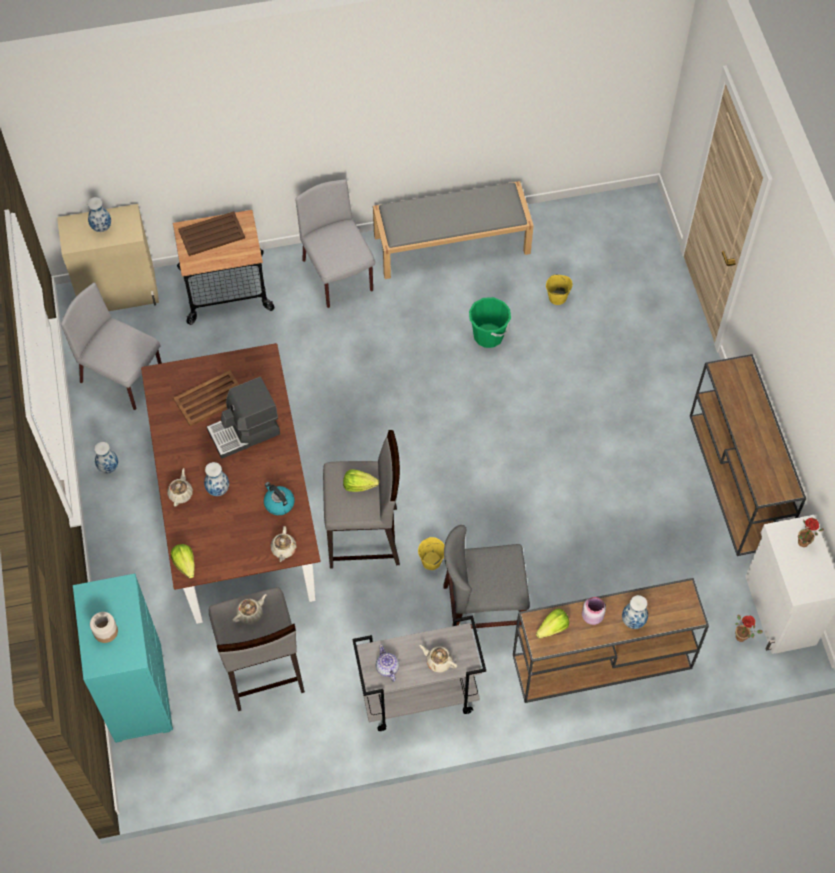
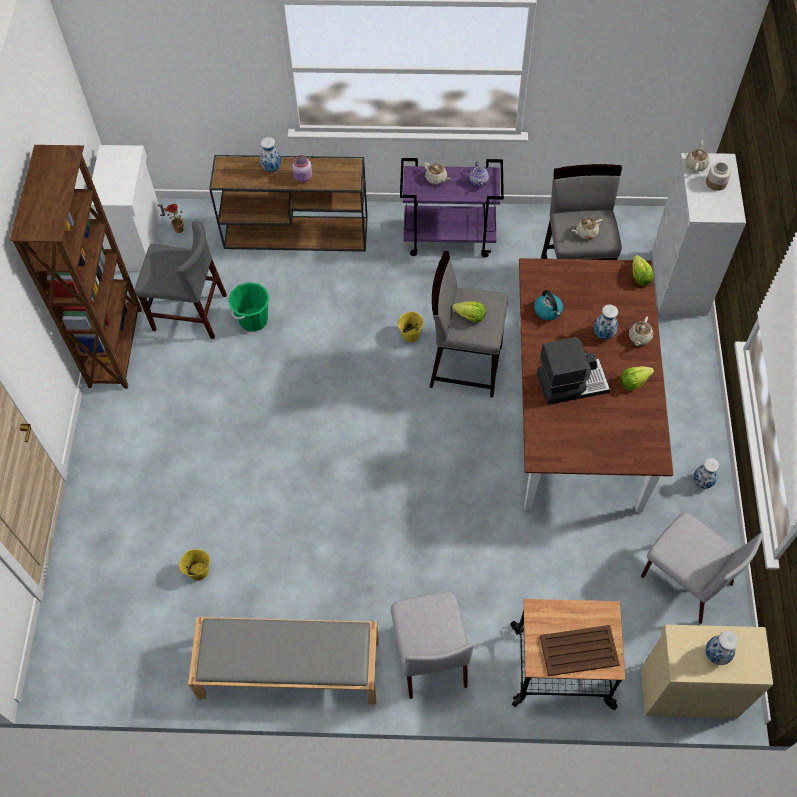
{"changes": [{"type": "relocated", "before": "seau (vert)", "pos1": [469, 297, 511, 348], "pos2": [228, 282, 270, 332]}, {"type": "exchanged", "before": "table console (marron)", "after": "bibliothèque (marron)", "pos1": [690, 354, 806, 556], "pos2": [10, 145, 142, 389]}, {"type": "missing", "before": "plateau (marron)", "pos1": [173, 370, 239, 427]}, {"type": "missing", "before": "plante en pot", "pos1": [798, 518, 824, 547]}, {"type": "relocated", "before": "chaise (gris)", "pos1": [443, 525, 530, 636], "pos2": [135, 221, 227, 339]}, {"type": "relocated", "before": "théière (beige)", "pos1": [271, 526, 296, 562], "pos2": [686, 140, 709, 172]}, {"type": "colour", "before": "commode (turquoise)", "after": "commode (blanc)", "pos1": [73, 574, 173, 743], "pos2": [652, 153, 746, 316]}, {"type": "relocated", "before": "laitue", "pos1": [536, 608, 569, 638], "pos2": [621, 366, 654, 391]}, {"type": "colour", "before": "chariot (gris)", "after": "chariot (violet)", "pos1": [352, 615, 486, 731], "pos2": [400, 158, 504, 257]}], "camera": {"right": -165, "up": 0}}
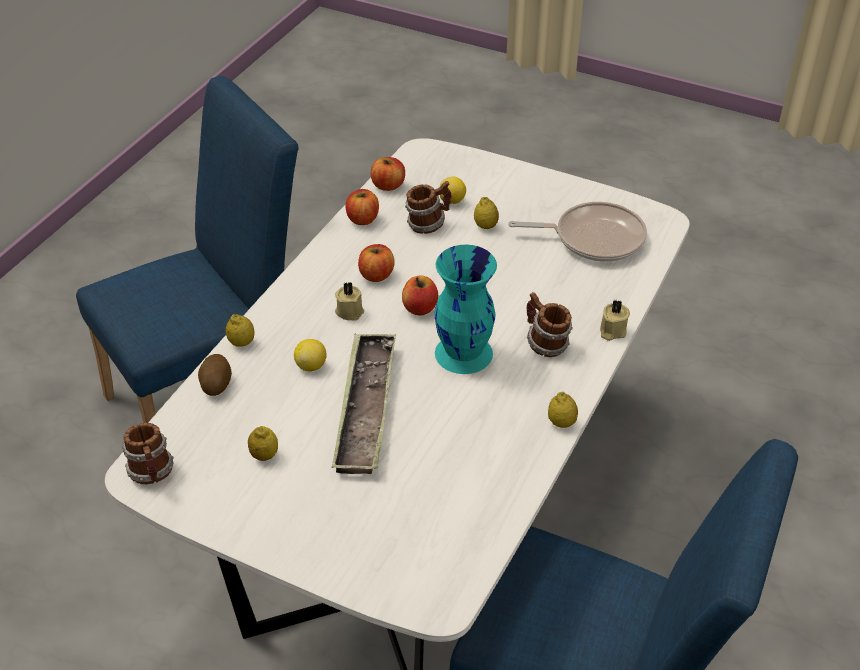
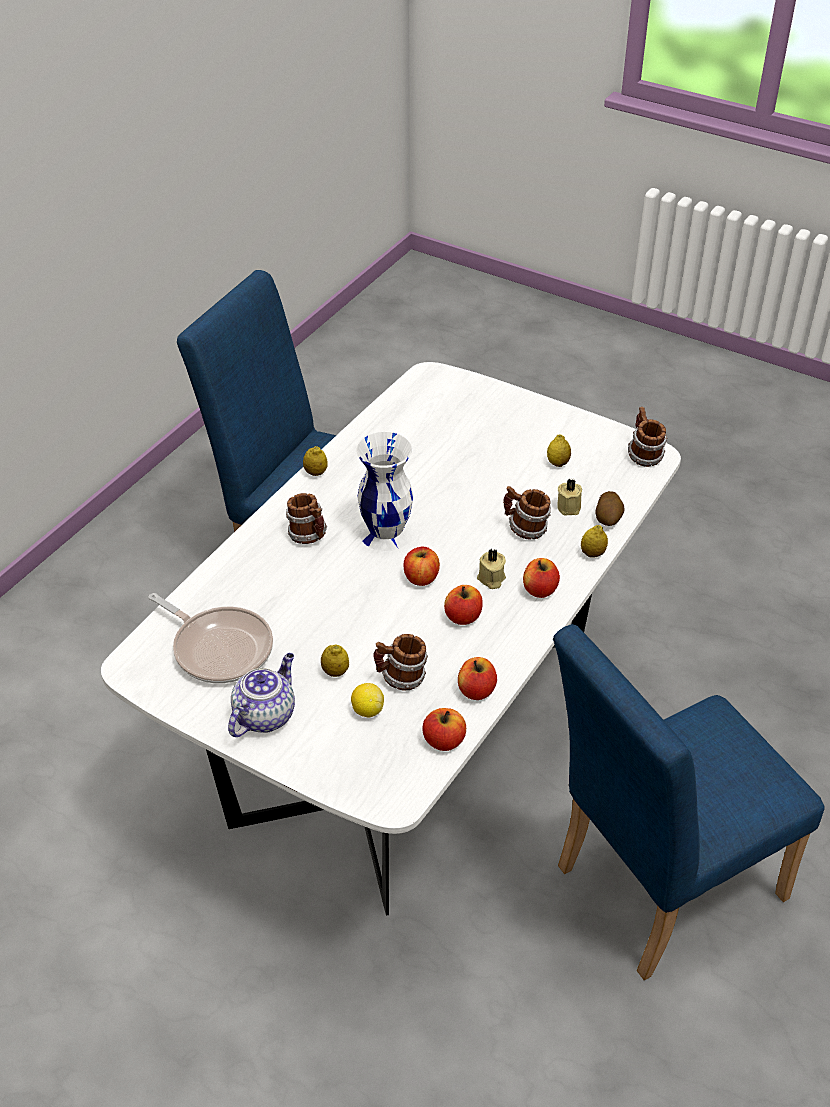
{"changes": [{"type": "spun", "before": "poêle", "pos1": [508, 202, 647, 262], "pos2": [148, 593, 273, 683], "turn": -150}, {"type": "colour", "before": "vase (turquoise)", "after": "vase (blanc)", "pos1": [434, 245, 497, 374], "pos2": [356, 432, 413, 551]}, {"type": "relocated", "before": "bougie (beige)", "pos1": [600, 300, 630, 341], "pos2": [557, 479, 582, 516]}, {"type": "missing", "before": "plateau", "pos1": [332, 333, 396, 474]}, {"type": "exchanged", "before": "citron", "after": "mug", "pos1": [294, 339, 327, 372], "pos2": [503, 486, 551, 540]}, {"type": "appeared", "after": "pomme", "pos2": [523, 558, 560, 598]}, {"type": "appeared", "after": "théière", "pos2": [228, 653, 295, 737]}], "camera": {"right": -175, "up": 0}}
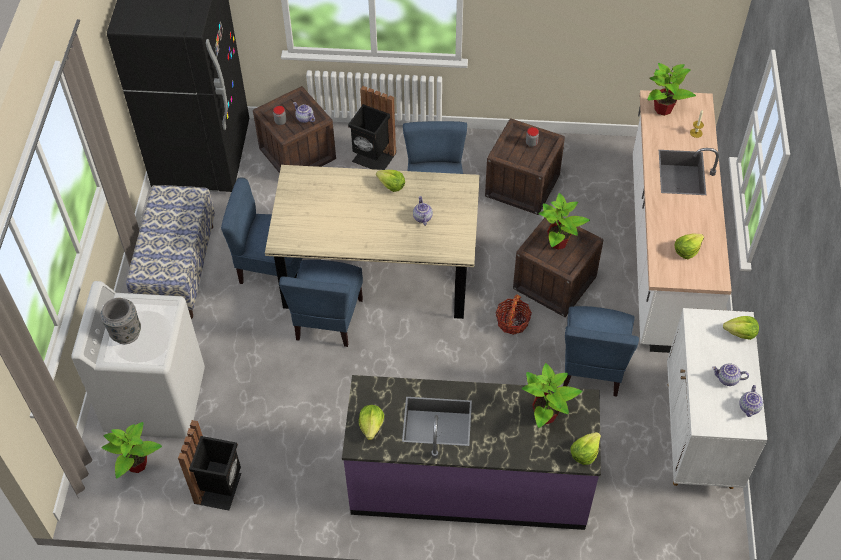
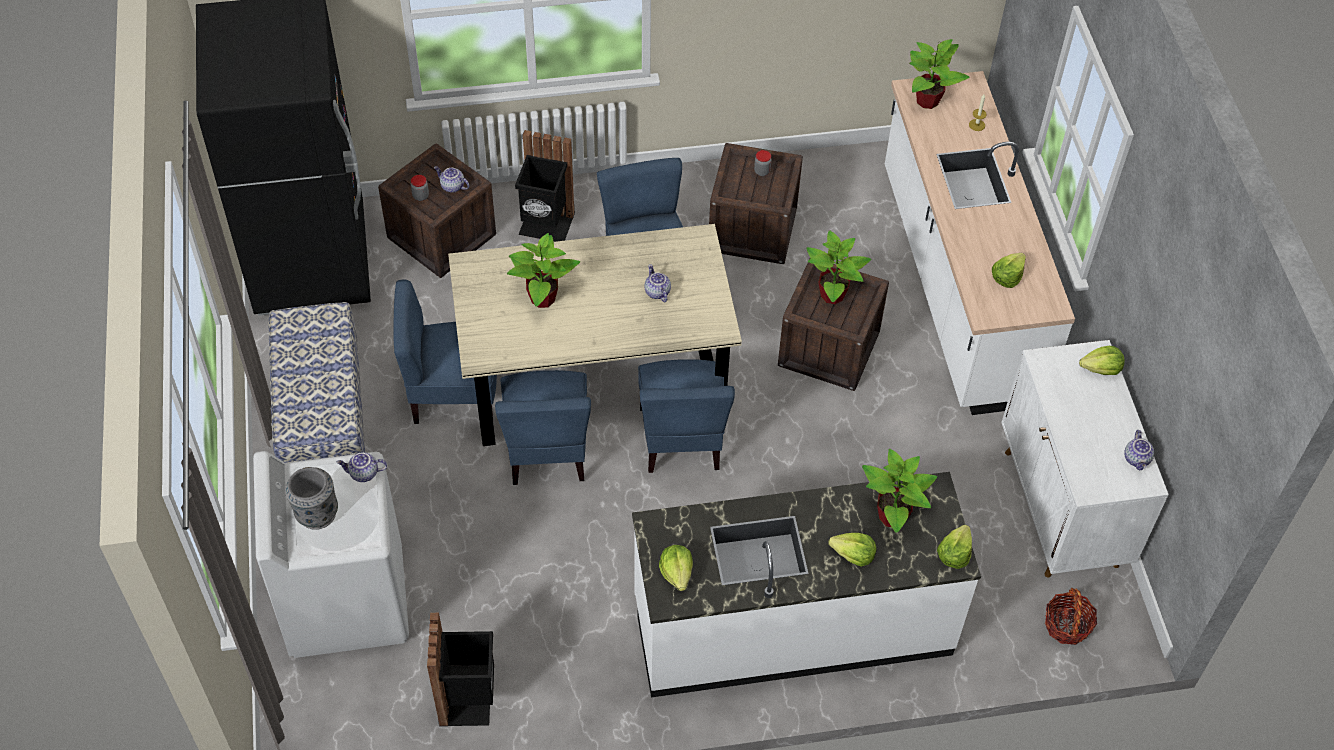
{"changes": [{"type": "relocated", "before": "laitue", "pos1": [376, 170, 405, 192], "pos2": [828, 533, 877, 567]}, {"type": "relocated", "before": "panier", "pos1": [495, 294, 532, 335], "pos2": [1045, 588, 1097, 645]}, {"type": "relocated", "before": "chaise (bleu)", "pos1": [563, 306, 639, 397], "pos2": [638, 359, 735, 473]}, {"type": "relocated", "before": "théière", "pos1": [712, 363, 749, 386], "pos2": [336, 452, 387, 482]}, {"type": "colour", "before": "comptoir de cuisine (violet)", "after": "comptoir de cuisine (blanc)", "pos1": [342, 375, 601, 530], "pos2": [632, 472, 981, 697]}, {"type": "relocated", "before": "plante en pot", "pos1": [101, 422, 162, 478], "pos2": [507, 233, 580, 308]}], "camera": {"right": -15, "up": 0}}
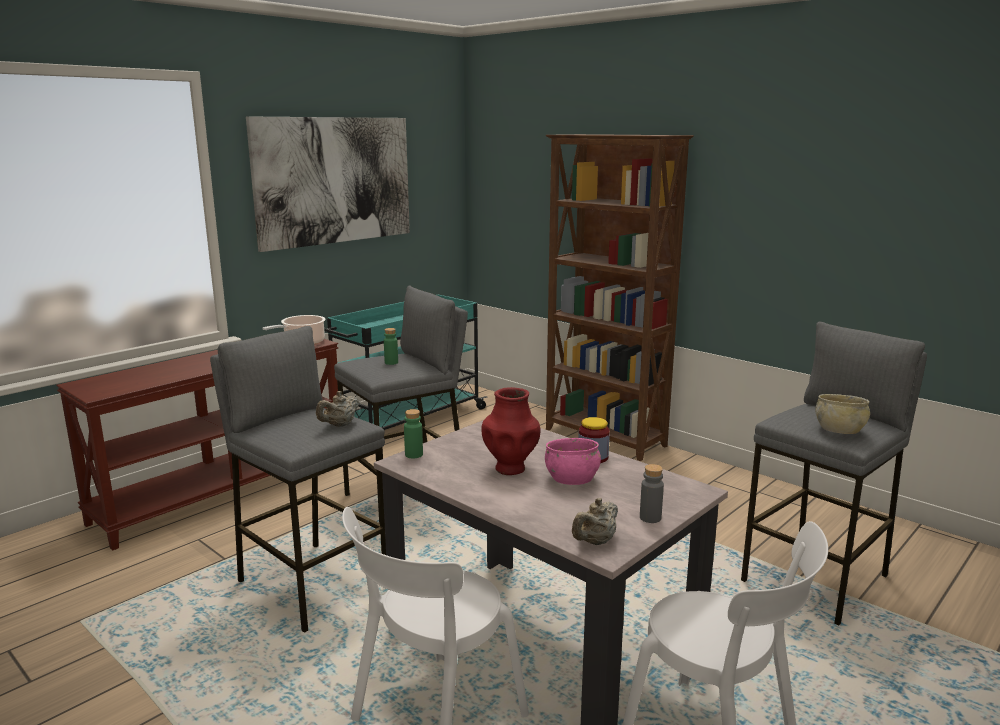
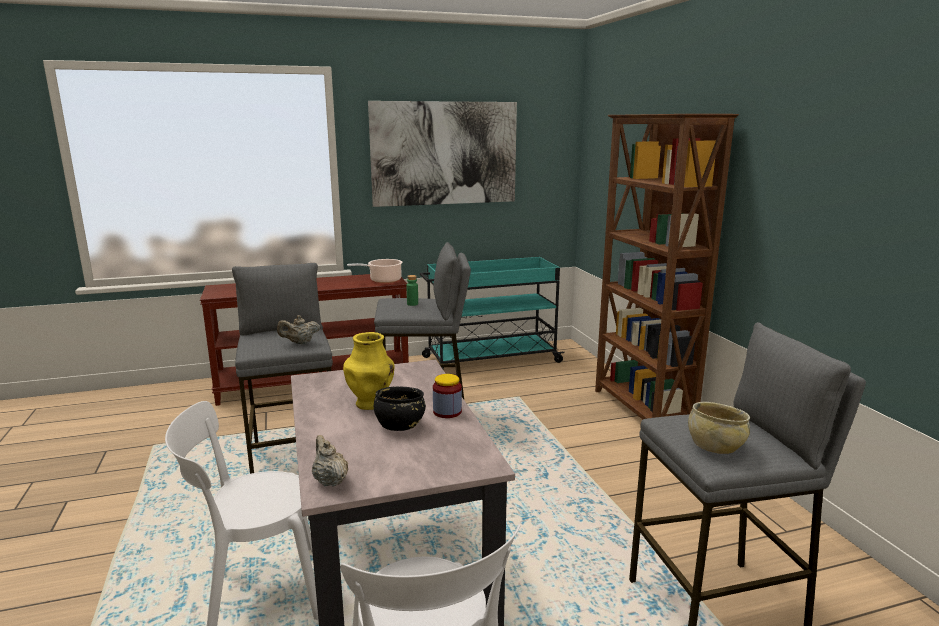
{"changes": [{"type": "colour", "before": "vase (rouge)", "after": "vase (jaune)", "pos1": [482, 387, 541, 475], "pos2": [343, 332, 394, 410]}, {"type": "missing", "before": "bouteille (vert)", "pos1": [404, 409, 423, 458]}, {"type": "colour", "before": "bol (rose)", "after": "bol (noir)", "pos1": [545, 438, 601, 485], "pos2": [374, 387, 426, 431]}, {"type": "missing", "before": "bouteille (gris)", "pos1": [640, 464, 664, 523]}, {"type": "spun", "before": "théière (beige)", "pos1": [572, 498, 618, 545], "pos2": [312, 435, 348, 487], "turn": 75}], "camera": {"right": 30, "up": 0}}
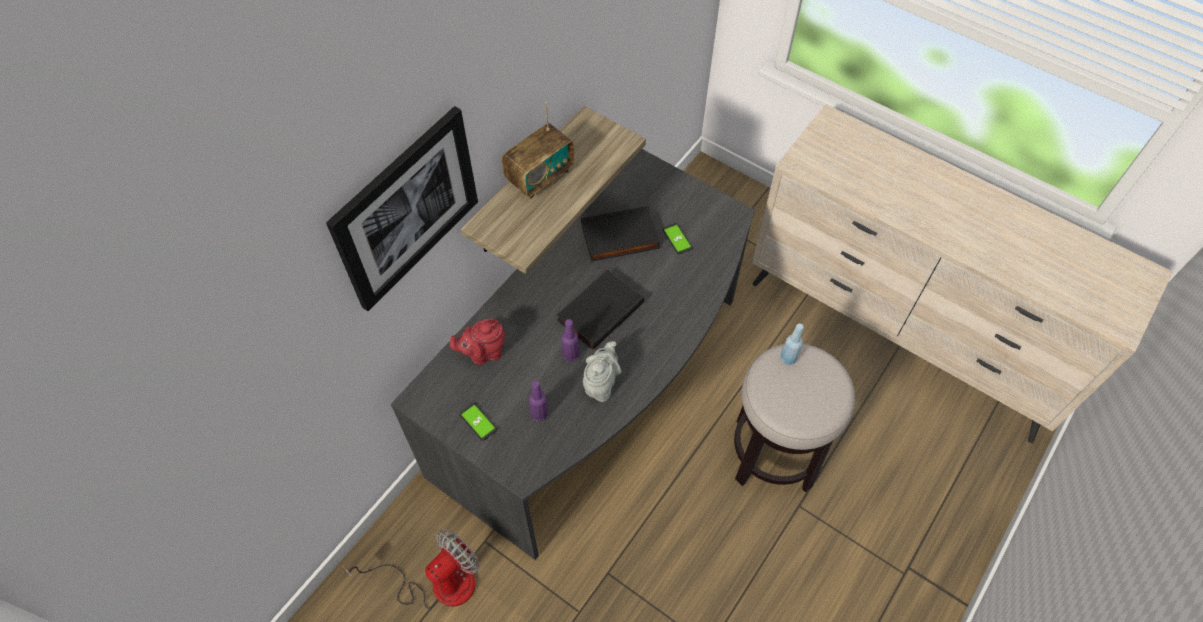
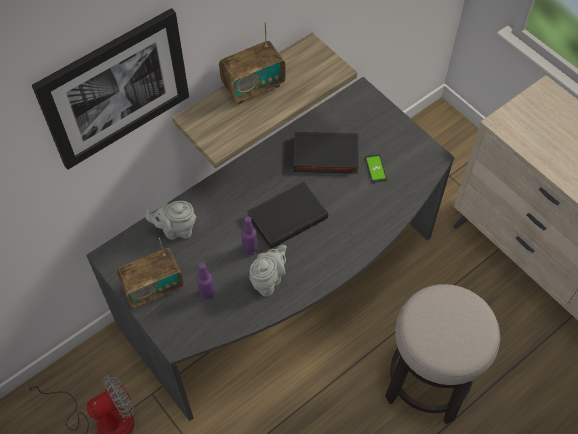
{"changes": [{"type": "colour", "before": "théière (rouge)", "after": "théière (gris)", "pos1": [449, 319, 505, 365], "pos2": [145, 201, 196, 240]}, {"type": "missing", "before": "bouteille (bleu)", "pos1": [780, 324, 804, 365]}, {"type": "exchanged", "before": "téléphone", "after": "radio", "pos1": [459, 403, 497, 441], "pos2": [117, 238, 184, 308]}], "camera": {"right": 15, "up": 0}}
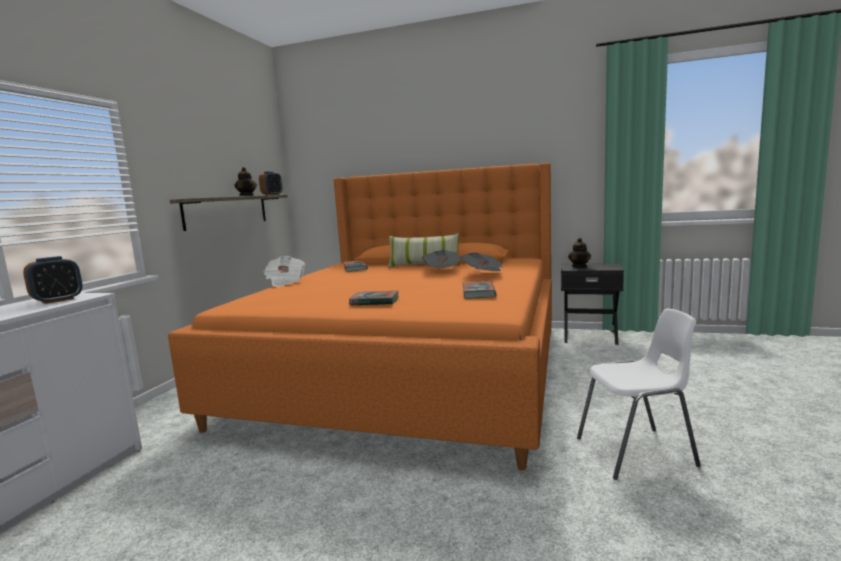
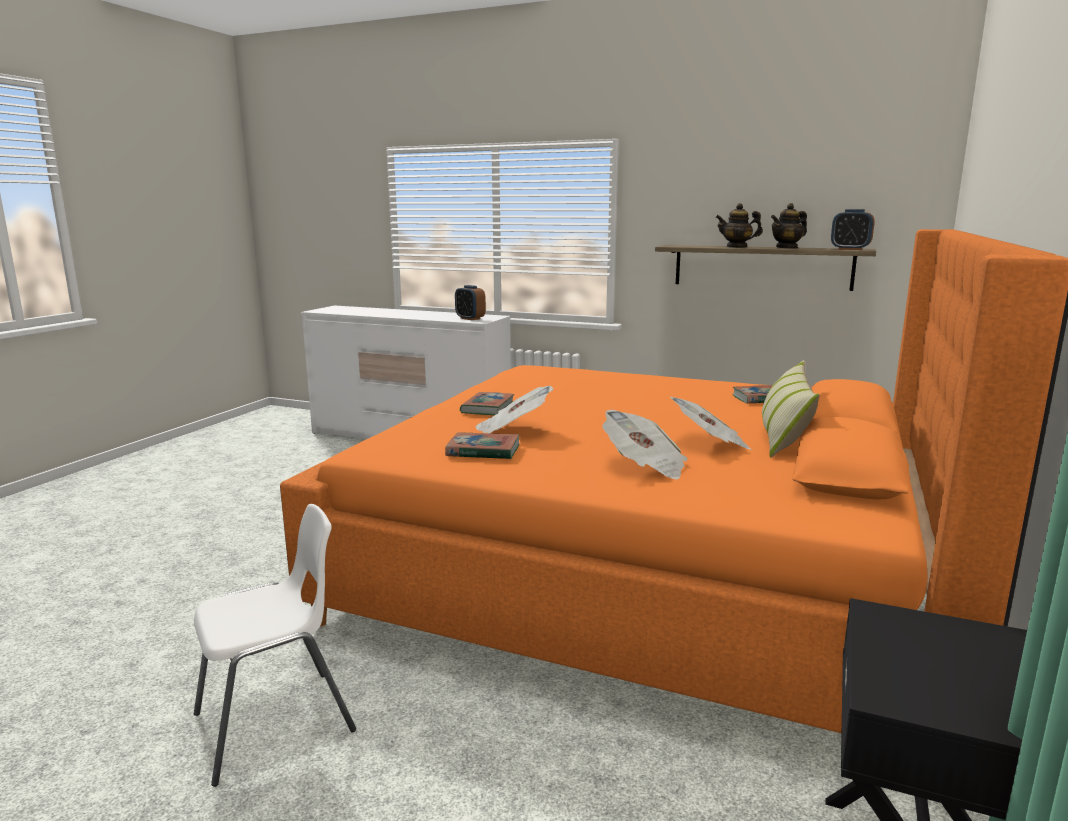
{"changes": [{"type": "relocated", "before": "théière", "pos1": [568, 238, 591, 268], "pos2": [715, 203, 763, 248]}, {"type": "relocated", "before": "journal", "pos1": [263, 256, 306, 287], "pos2": [475, 386, 553, 434]}, {"type": "spun", "before": "chaise (blanc)", "pos1": [577, 309, 701, 480], "pos2": [194, 504, 356, 787], "turn": -120}], "camera": {"right": 95, "up": 5}}
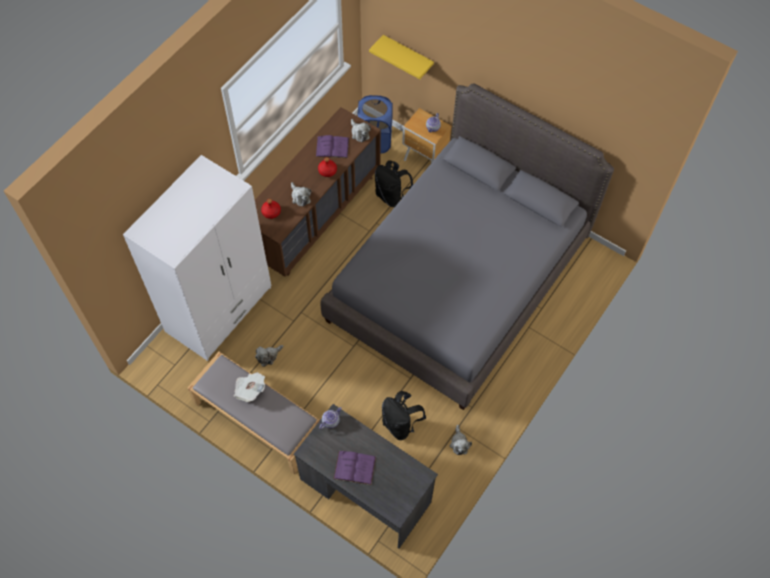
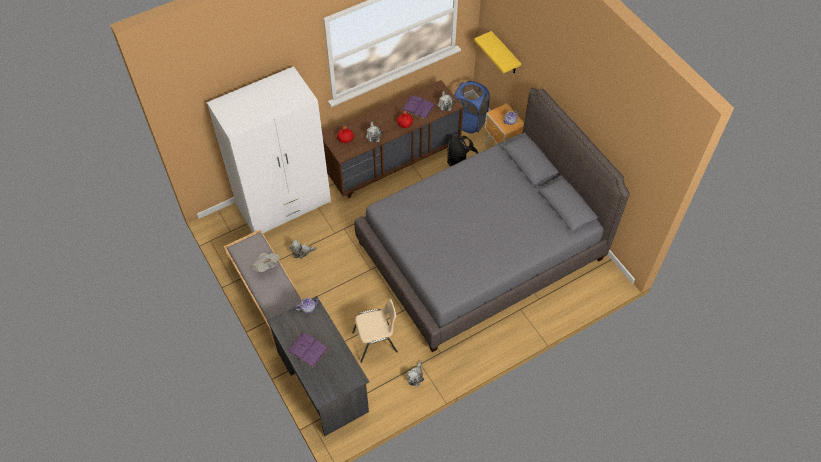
{"changes": [{"type": "exchanged", "before": "sac à dos (noir)", "after": "chaise (beige)", "pos1": [382, 391, 426, 440], "pos2": [352, 299, 398, 363]}], "camera": {"right": 25, "up": -5}}
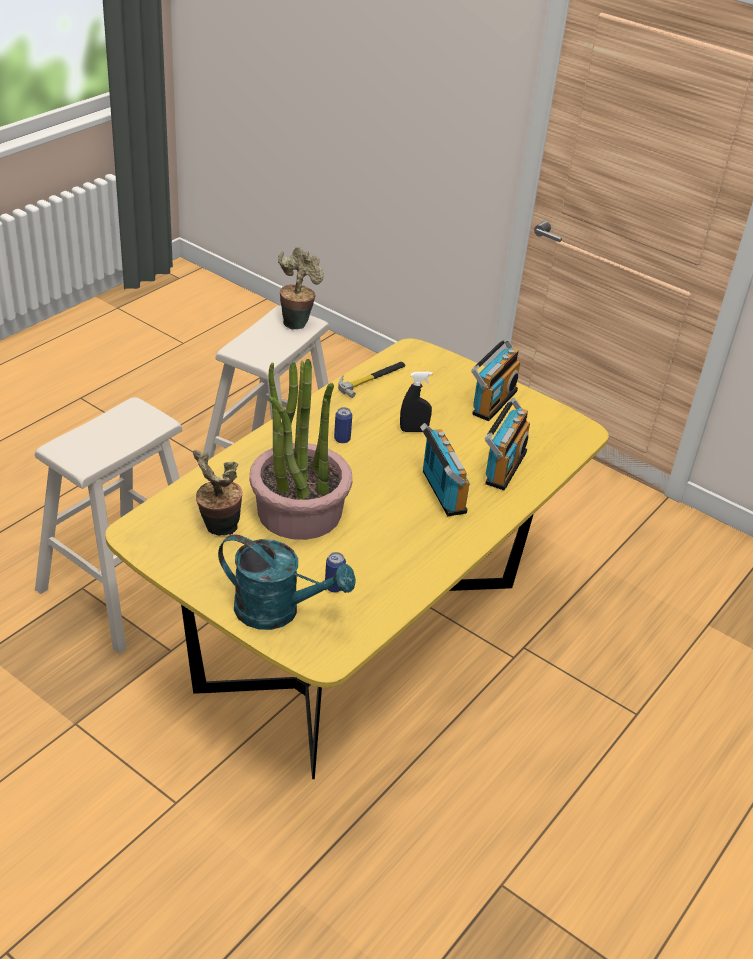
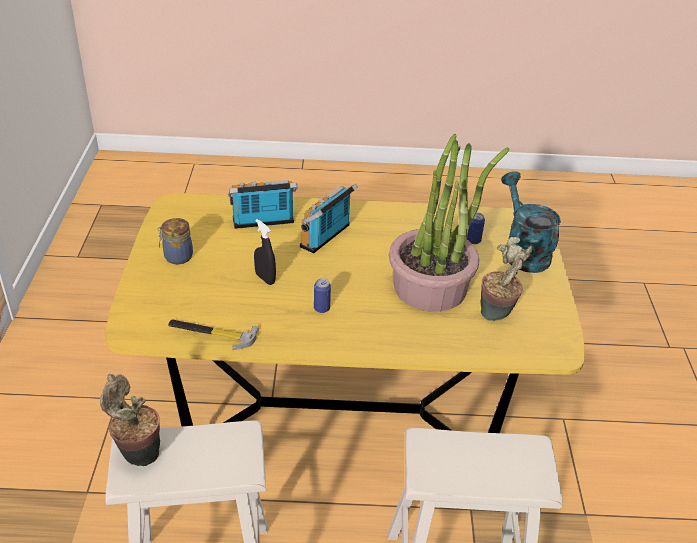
{"changes": [{"type": "exchanged", "before": "radio", "after": "bocal", "pos1": [471, 338, 520, 421], "pos2": [158, 218, 193, 264]}], "camera": {"right": -125, "up": 0}}
